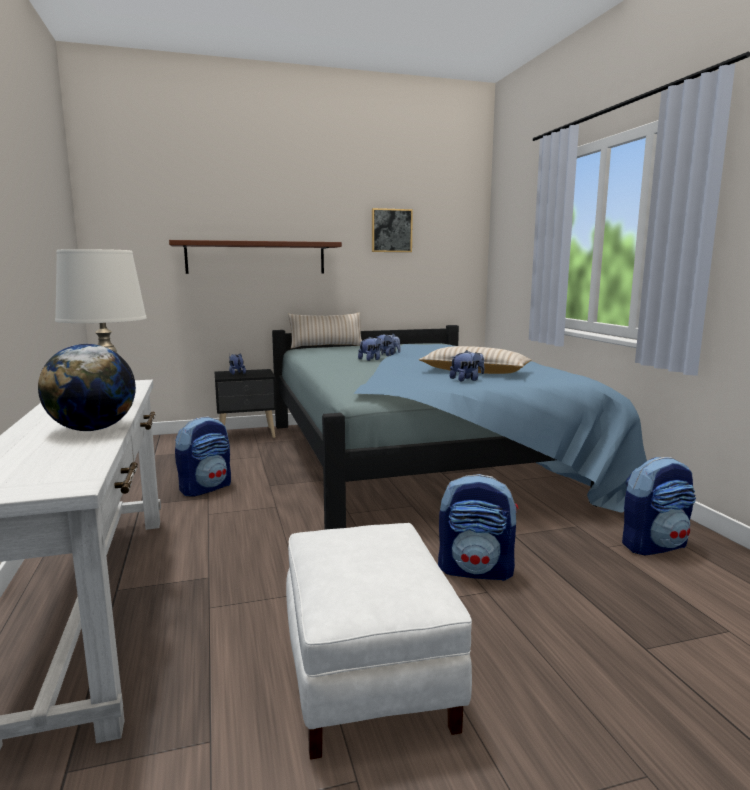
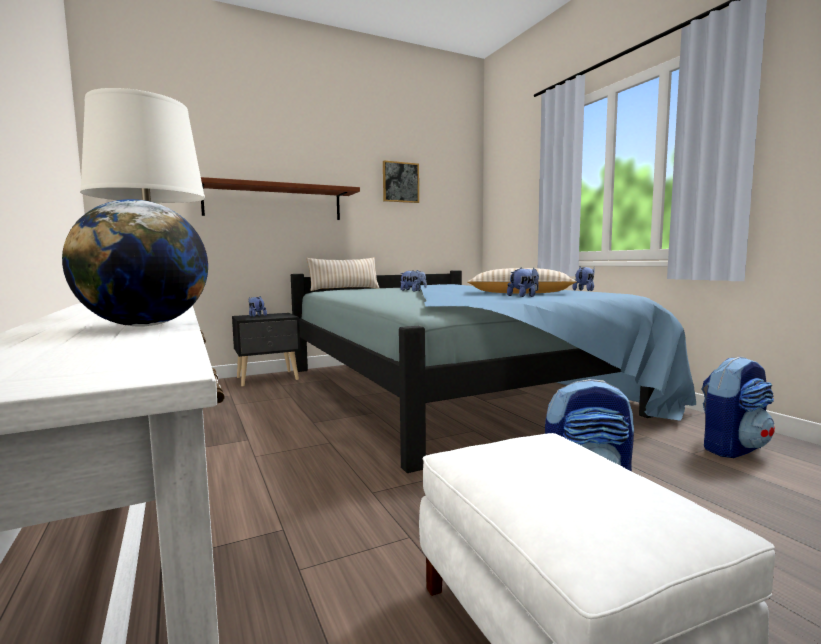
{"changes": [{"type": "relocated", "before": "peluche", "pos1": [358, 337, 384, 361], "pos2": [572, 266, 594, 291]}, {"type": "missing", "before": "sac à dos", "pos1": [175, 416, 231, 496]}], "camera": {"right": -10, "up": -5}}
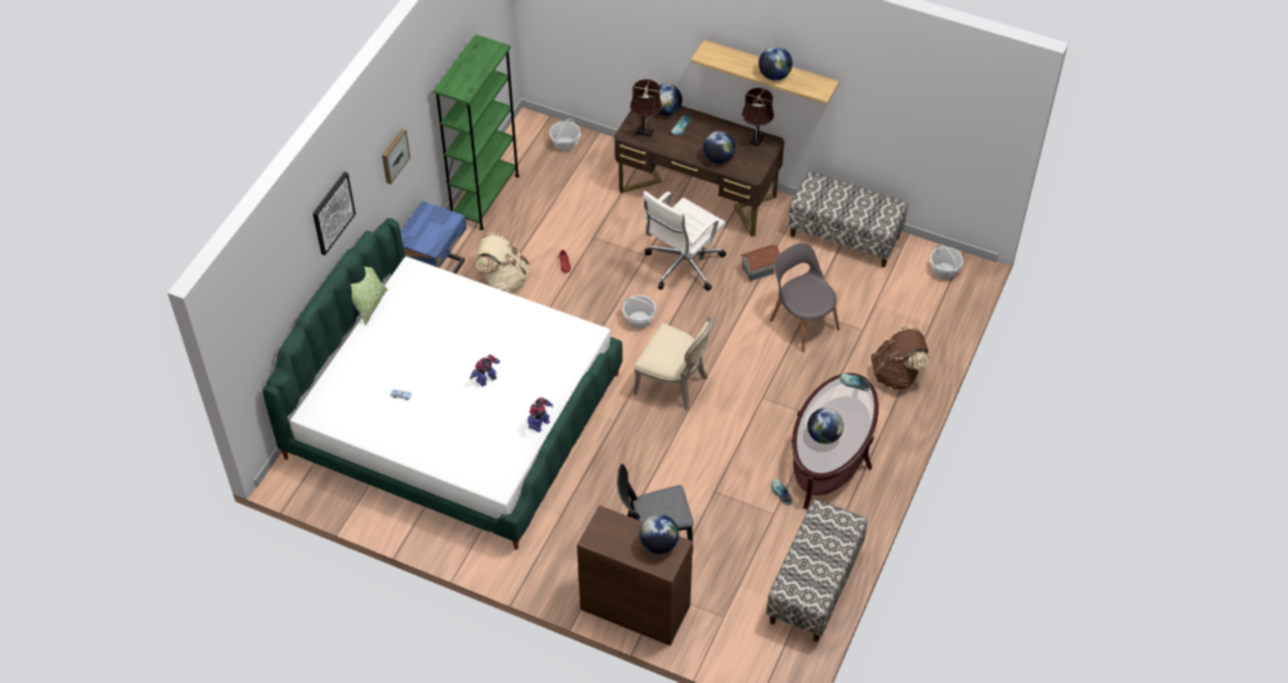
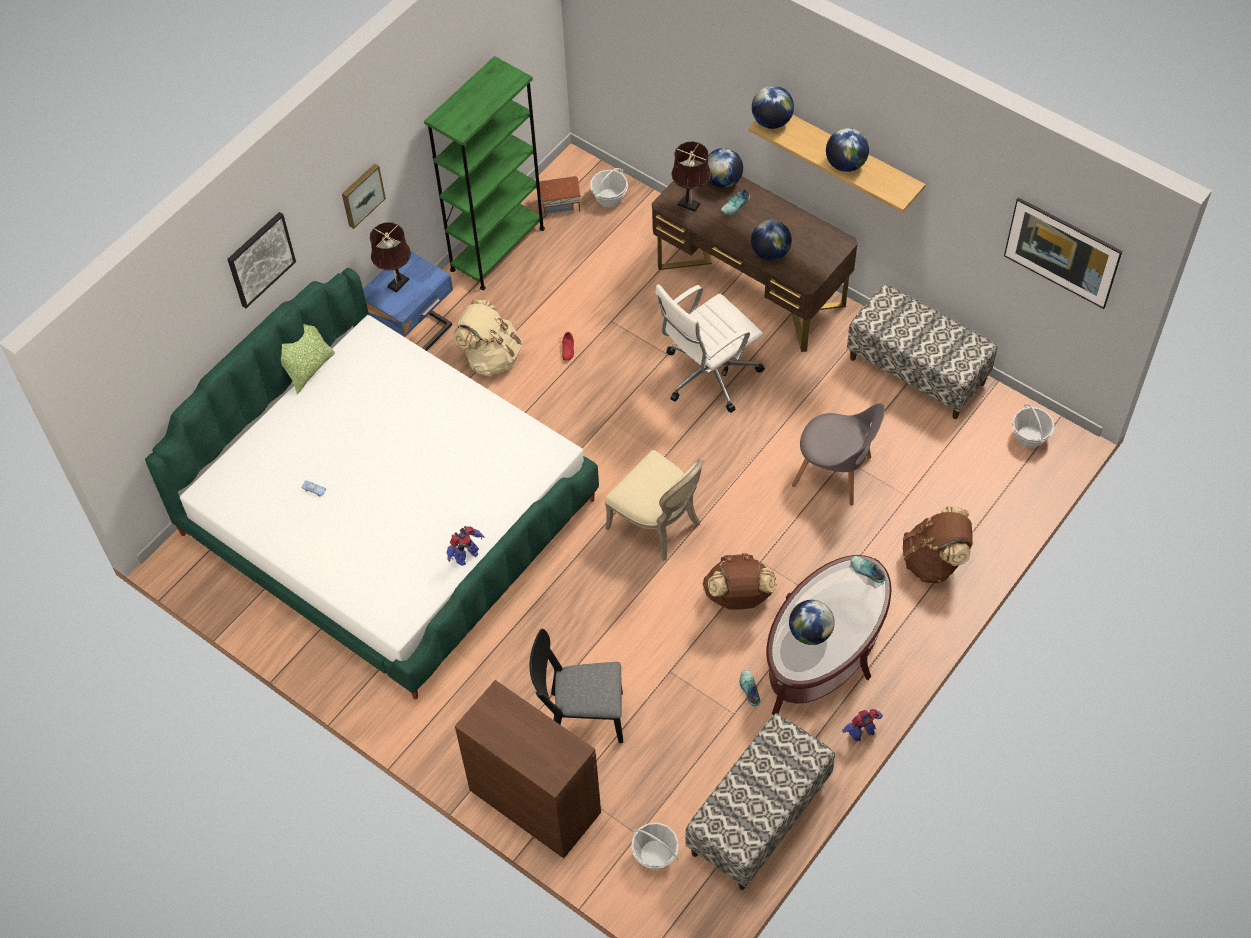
{"changes": [{"type": "relocated", "before": "lampe de table (marron)", "pos1": [742, 88, 774, 147], "pos2": [370, 223, 411, 293]}, {"type": "spun", "before": "chaise (gris)", "pos1": [770, 243, 840, 352], "pos2": [792, 403, 885, 506], "turn": 135}, {"type": "relocated", "before": "maison miniature", "pos1": [741, 245, 780, 281], "pos2": [539, 176, 581, 215]}, {"type": "relocated", "before": "panier", "pos1": [621, 295, 657, 328], "pos2": [631, 822, 679, 870]}, {"type": "relocated", "before": "robot jouet", "pos1": [470, 355, 500, 387], "pos2": [842, 709, 883, 742]}, {"type": "relocated", "before": "globe", "pos1": [640, 514, 679, 554], "pos2": [752, 86, 794, 129]}, {"type": "appeared", "after": "tableau", "pos2": [1004, 197, 1122, 309]}, {"type": "appeared", "after": "sac à dos (marron)", "pos2": [703, 553, 776, 610]}], "camera": {"right": 15, "up": 5}}
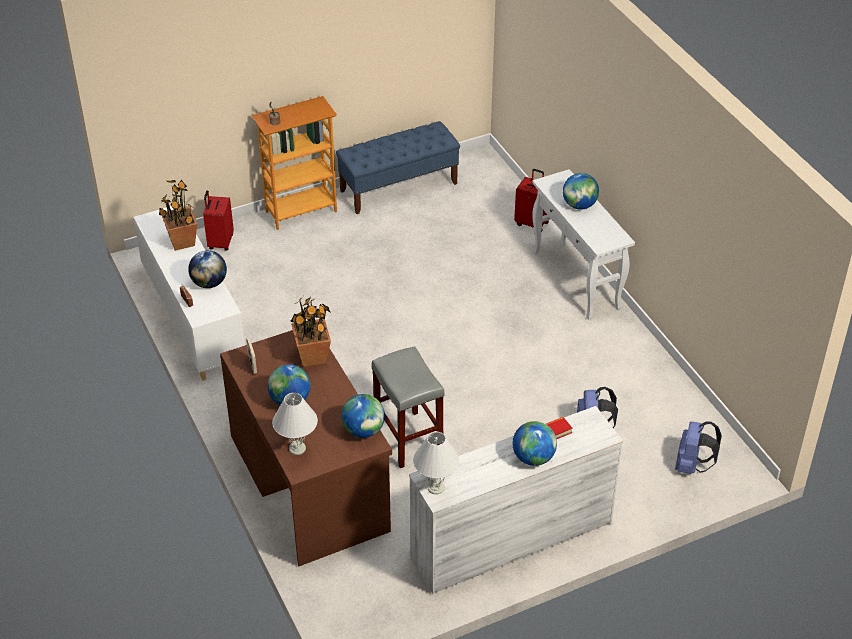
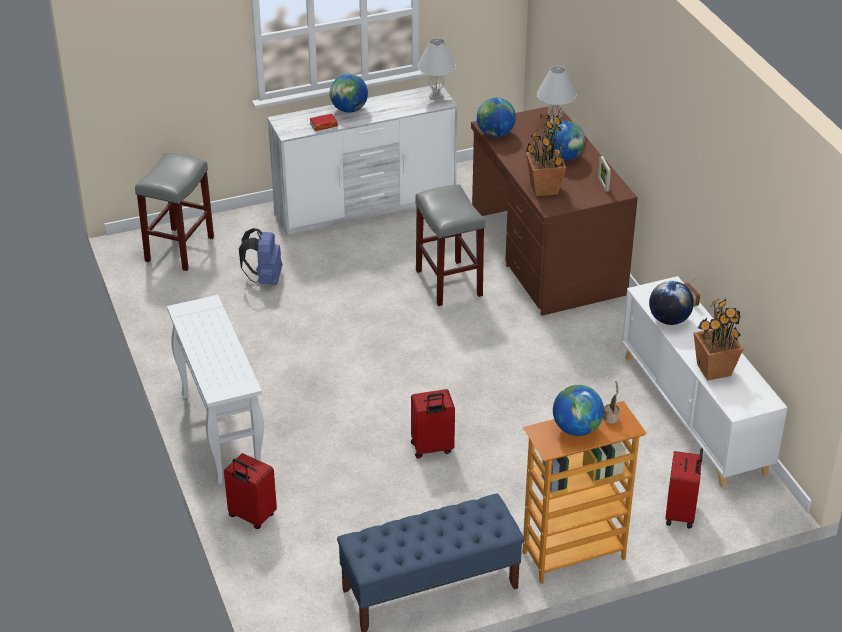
{"changes": [{"type": "relocated", "before": "globe", "pos1": [563, 173, 599, 210], "pos2": [553, 385, 604, 436]}, {"type": "exchanged", "before": "sac à dos (bleu)", "after": "tabouret (gris)", "pos1": [675, 421, 722, 474], "pos2": [135, 153, 214, 271]}, {"type": "appeared", "after": "valise (rouge)", "pos2": [411, 389, 455, 458]}], "camera": {"right": -175, "up": -5}}
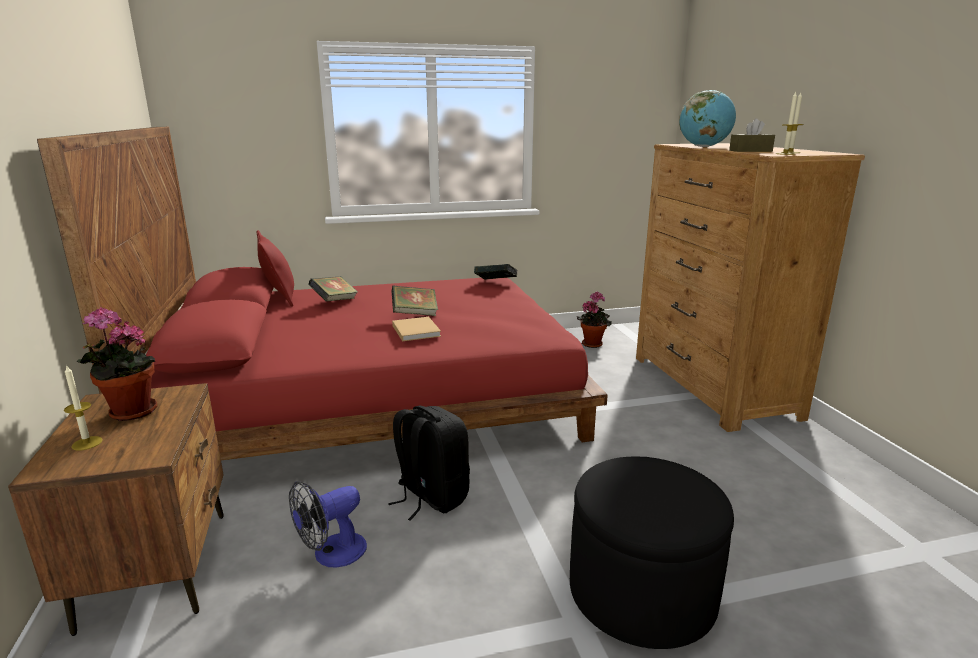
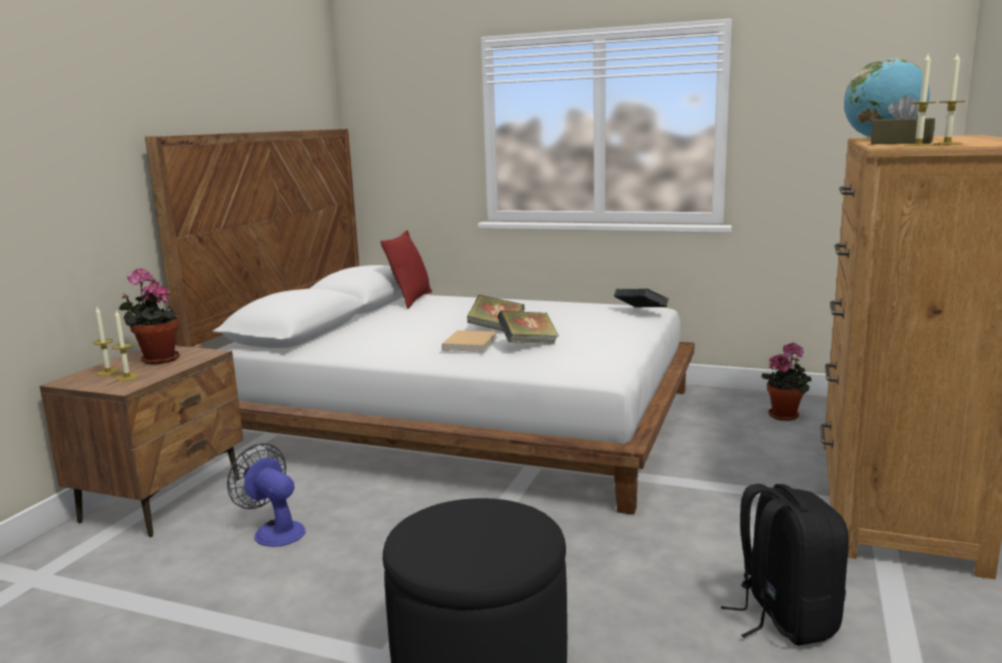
{"changes": [{"type": "colour", "before": "lit (rouge)", "after": "lit (blanc)", "pos1": [37, 127, 608, 460], "pos2": [145, 129, 695, 515]}, {"type": "relocated", "before": "livre", "pos1": [309, 276, 358, 302], "pos2": [497, 311, 559, 344]}, {"type": "relocated", "before": "sac à dos (noir)", "pos1": [388, 405, 470, 521], "pos2": [721, 484, 849, 646]}, {"type": "spun", "before": "ventilateur", "pos1": [289, 481, 367, 567], "pos2": [227, 443, 306, 547], "turn": 45}, {"type": "appeared", "after": "bougie", "pos2": [112, 310, 139, 381]}], "camera": {"right": 35, "up": -5}}
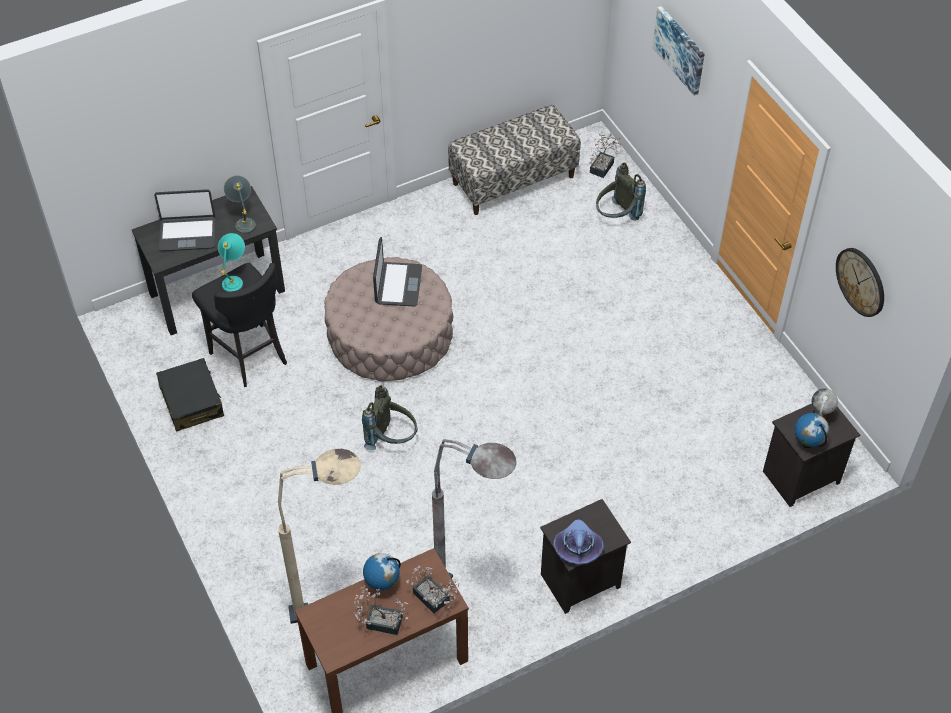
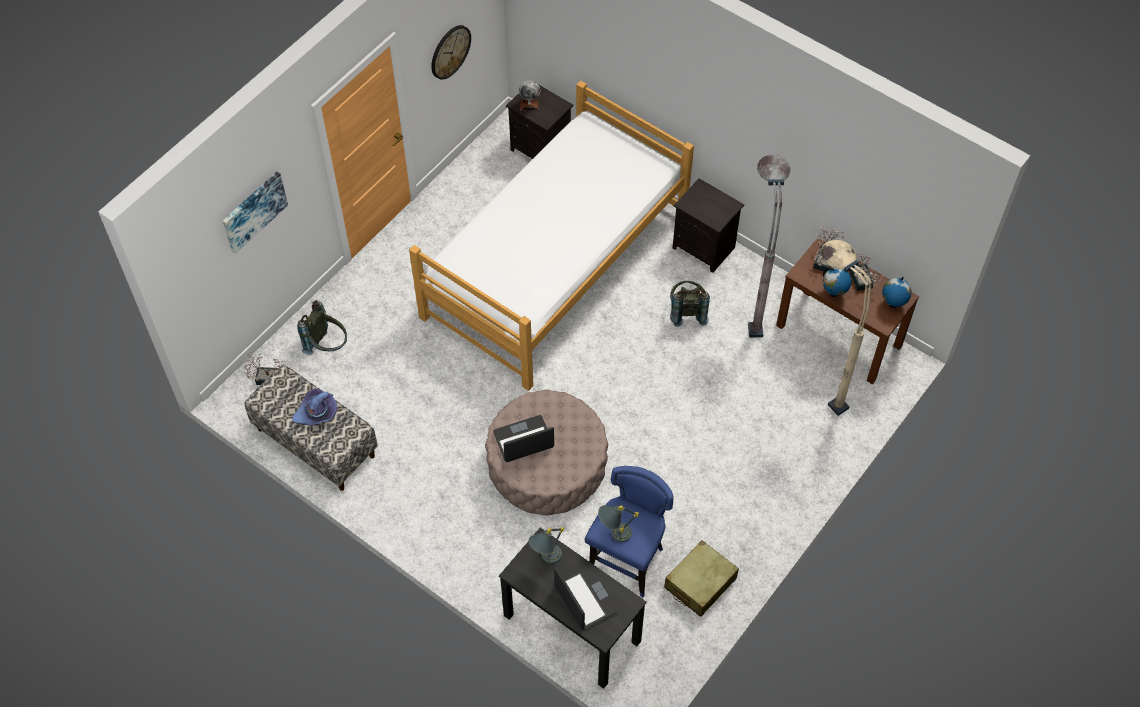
{"changes": [{"type": "colour", "before": "lampe de table (turquoise)", "after": "lampe de table (gris)", "pos1": [218, 233, 245, 292], "pos2": [598, 505, 639, 542]}, {"type": "colour", "before": "tabouret (noir)", "after": "tabouret (bleu)", "pos1": [192, 263, 287, 387], "pos2": [585, 466, 674, 597]}, {"type": "colour", "before": "valise (noir)", "after": "valise (beige)", "pos1": [156, 358, 224, 432], "pos2": [664, 540, 739, 617]}, {"type": "relocated", "before": "sac à dos (gris)", "pos1": [362, 385, 417, 450], "pos2": [670, 281, 710, 327]}, {"type": "relocated", "before": "globe", "pos1": [795, 413, 829, 448], "pos2": [882, 277, 912, 308]}, {"type": "relocated", "before": "chapeau (violet)", "pos1": [554, 519, 604, 565], "pos2": [292, 388, 337, 425]}, {"type": "appeared", "after": "lit", "pos2": [409, 81, 694, 391]}], "camera": {"right": -115, "up": 5}}
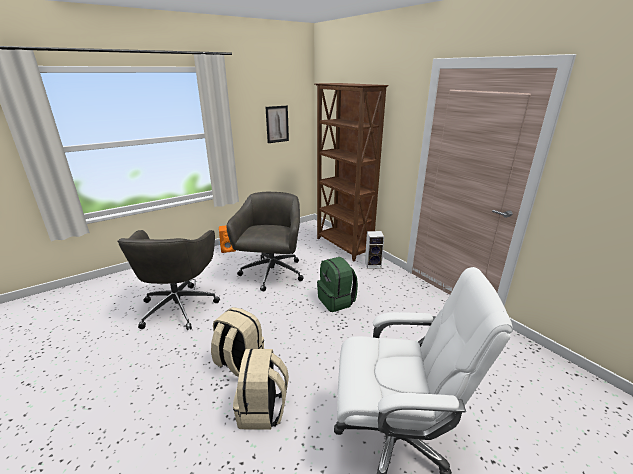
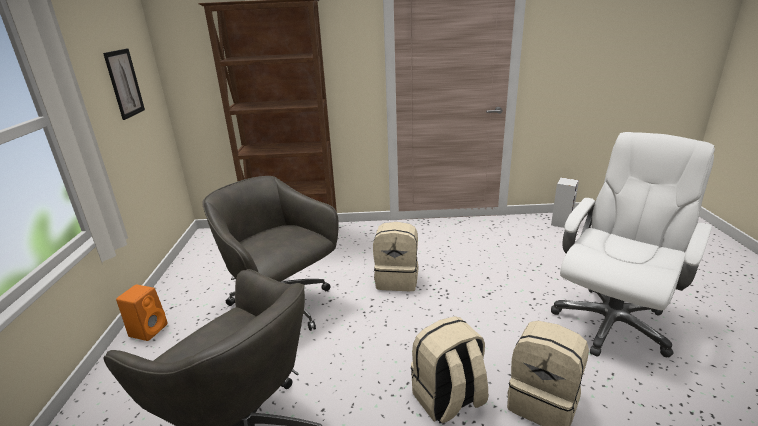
{"changes": [{"type": "relocated", "before": "enceinte", "pos1": [365, 231, 384, 269], "pos2": [551, 178, 579, 228]}, {"type": "colour", "before": "sac à dos (vert)", "after": "sac à dos (beige)", "pos1": [317, 257, 358, 312], "pos2": [373, 222, 419, 291]}], "camera": {"right": -55, "up": 0}}
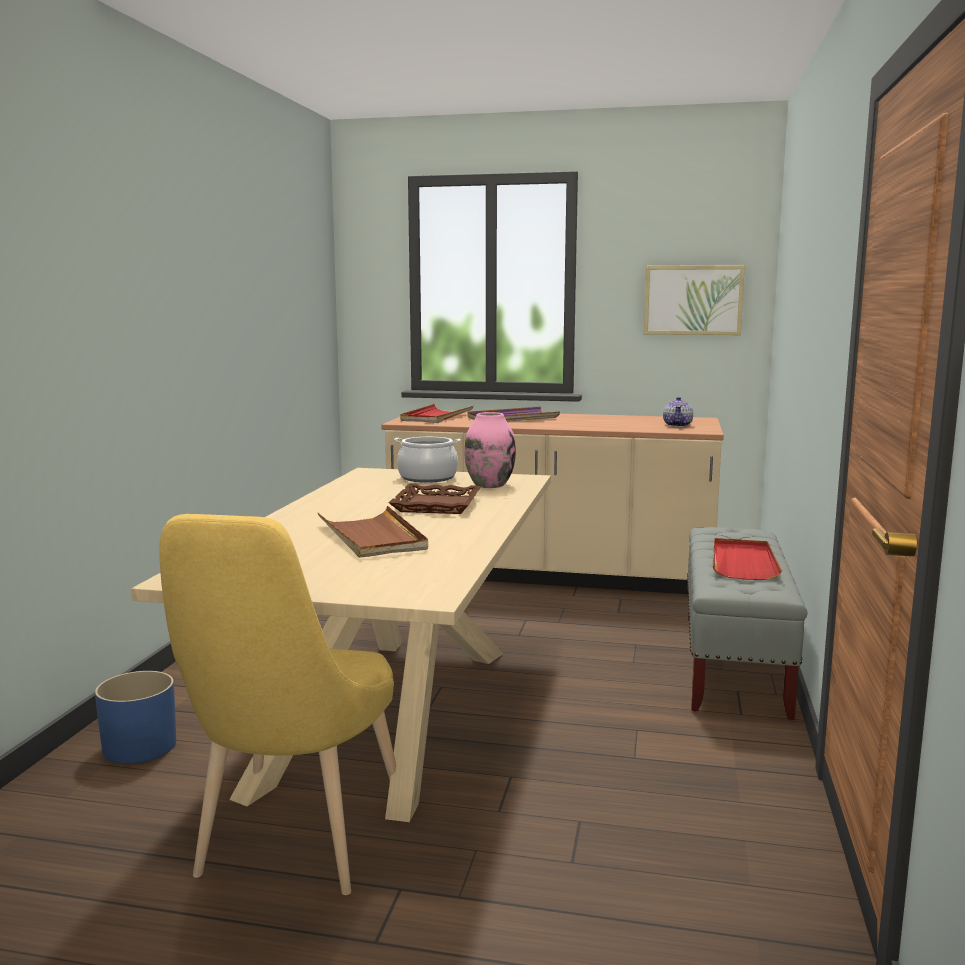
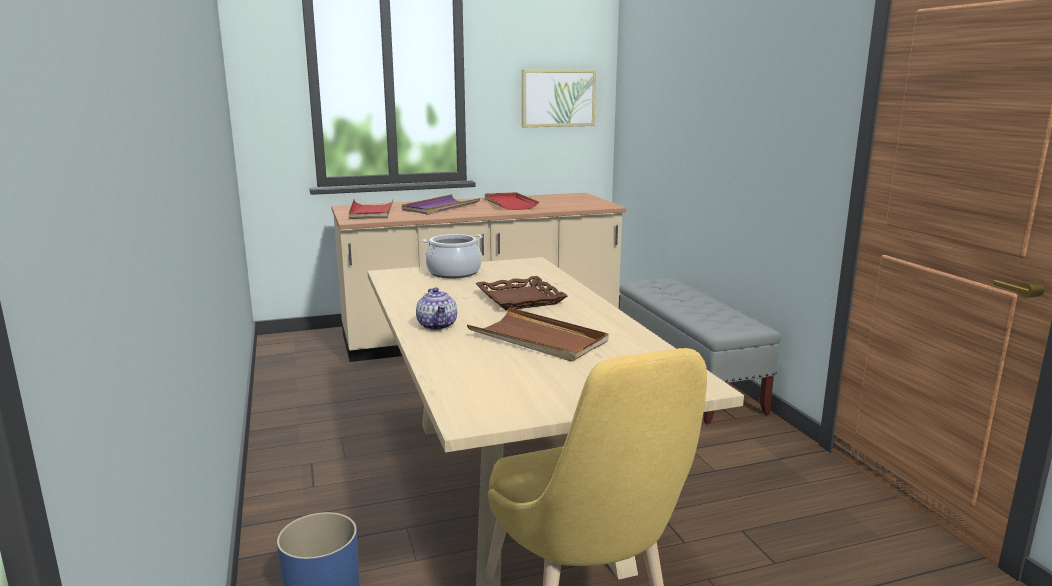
{"changes": [{"type": "relocated", "before": "théière", "pos1": [663, 397, 693, 427], "pos2": [416, 287, 457, 330]}, {"type": "missing", "before": "vase (rose)", "pos1": [464, 412, 516, 488]}, {"type": "relocated", "before": "plateau (rouge)", "pos1": [712, 538, 782, 580], "pos2": [485, 192, 539, 210]}], "camera": {"right": -30, "up": 5}}
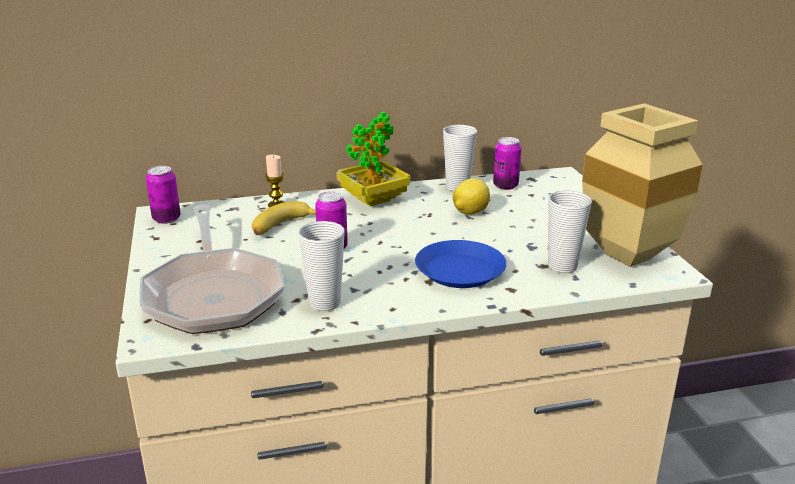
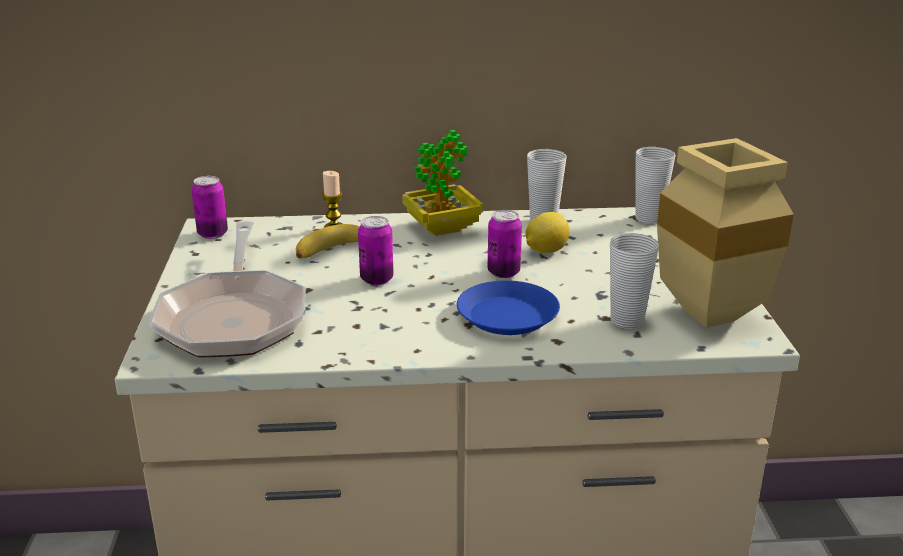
{"changes": [{"type": "relocated", "before": "boîte métallique", "pos1": [493, 137, 521, 190], "pos2": [488, 210, 522, 278]}, {"type": "relocated", "before": "tasse", "pos1": [298, 221, 345, 311], "pos2": [635, 147, 676, 224]}], "camera": {"right": 10, "up": 0}}
